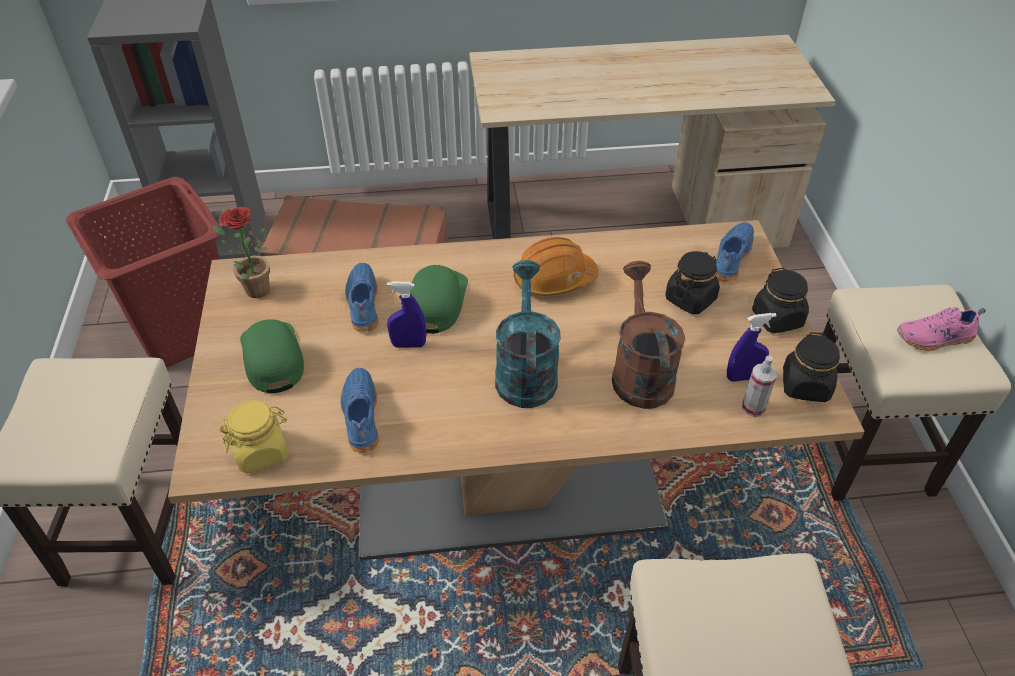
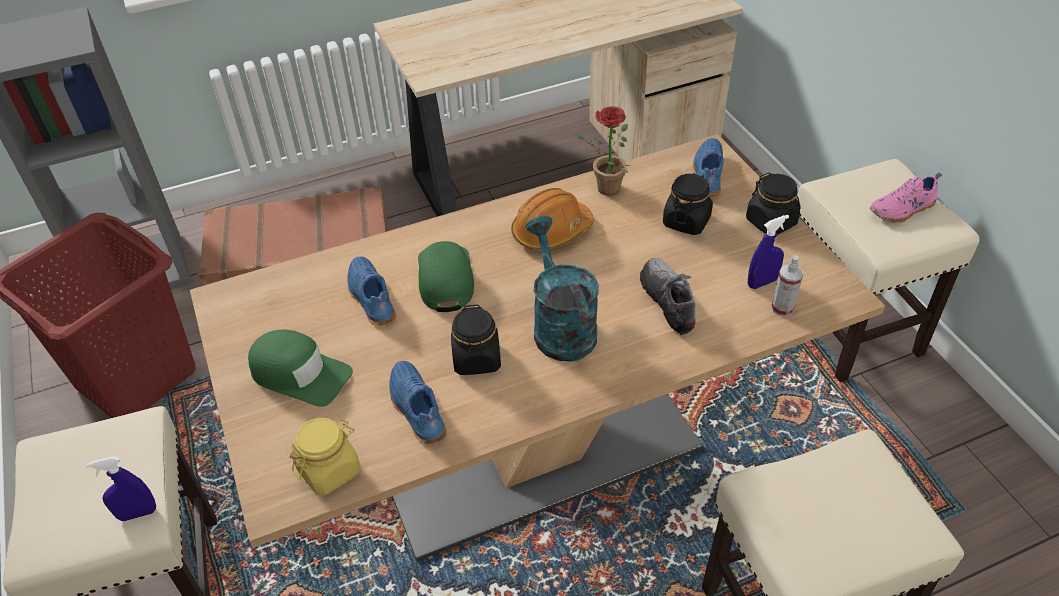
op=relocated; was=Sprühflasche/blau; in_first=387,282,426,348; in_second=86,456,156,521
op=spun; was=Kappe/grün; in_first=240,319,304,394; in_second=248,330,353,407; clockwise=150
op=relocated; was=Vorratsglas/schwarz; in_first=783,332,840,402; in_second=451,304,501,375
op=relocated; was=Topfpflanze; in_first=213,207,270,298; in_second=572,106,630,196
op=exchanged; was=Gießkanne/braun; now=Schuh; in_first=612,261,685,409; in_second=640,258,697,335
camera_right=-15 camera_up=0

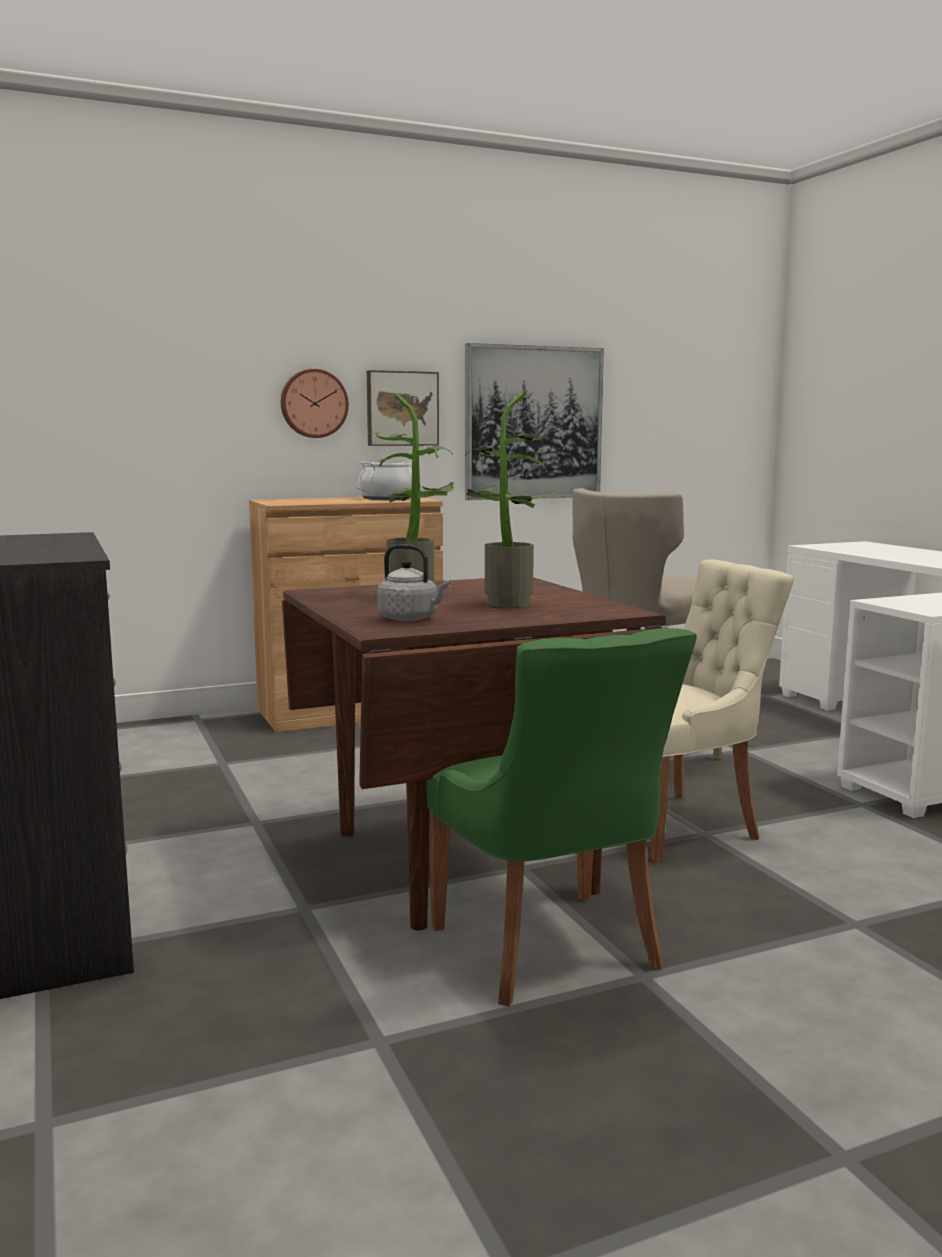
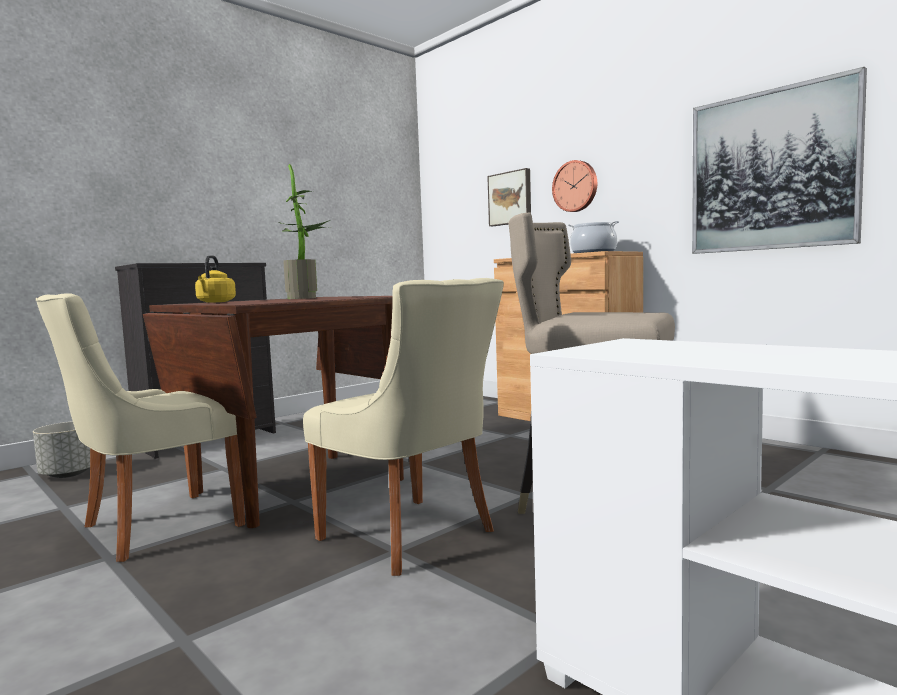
op=appeared; now=Pflanzkübel/grau; in_second=33,421,90,478
op=colour; was=Stuhl/grün; now=Stuhl/beige; in_first=426,628,697,1007; in_second=36,293,245,562
op=colour; was=Wasserkessel/grau; now=Wasserkessel/gelb; in_first=377,544,450,621; in_second=195,255,236,303
op=relocated; was=Bild; in_first=367,370,439,446; in_second=487,168,531,226
op=missing; was=Topfpflanze; in_first=465,392,566,607
camera_right=70 camera_up=-5

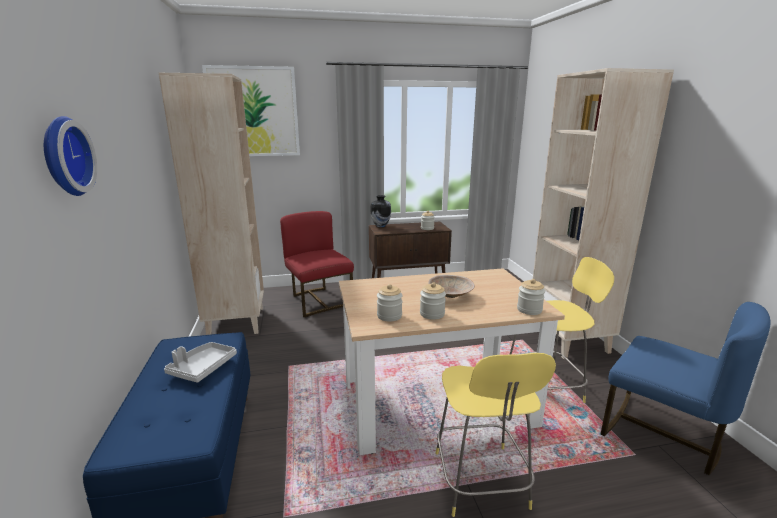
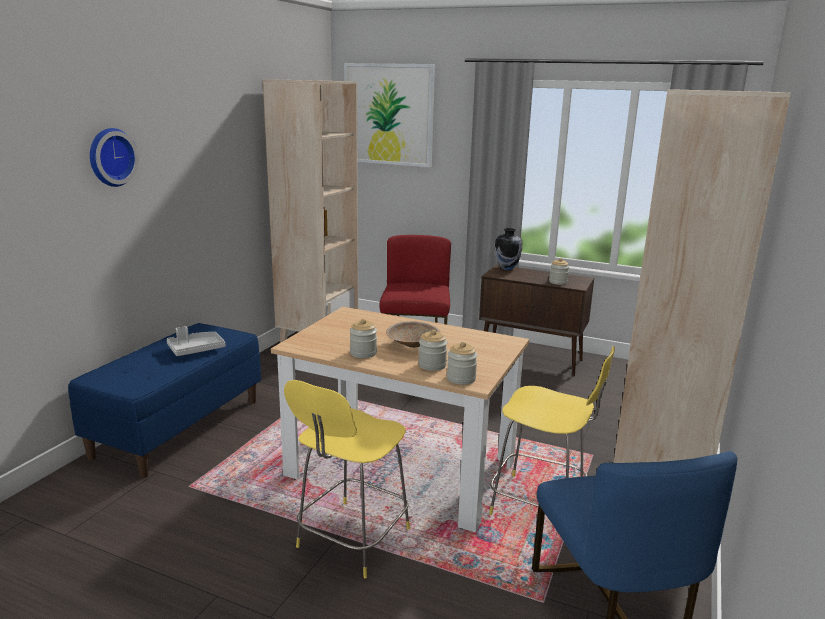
op=relocated; was=Vorratsglas; in_first=377,284,403,322; in_second=418,330,447,371
camera_right=35 camera_up=0

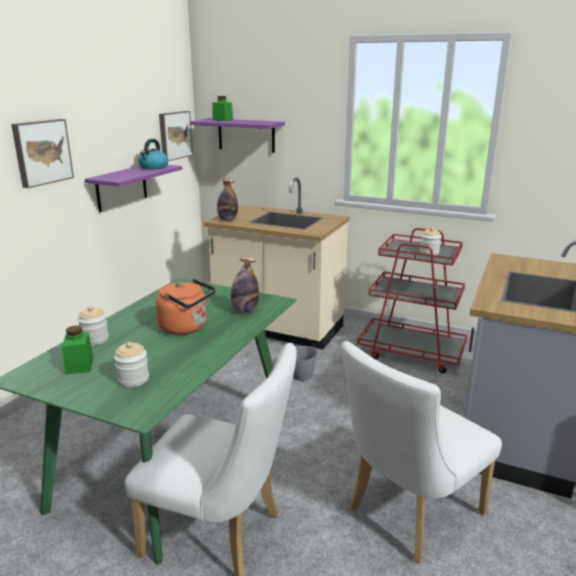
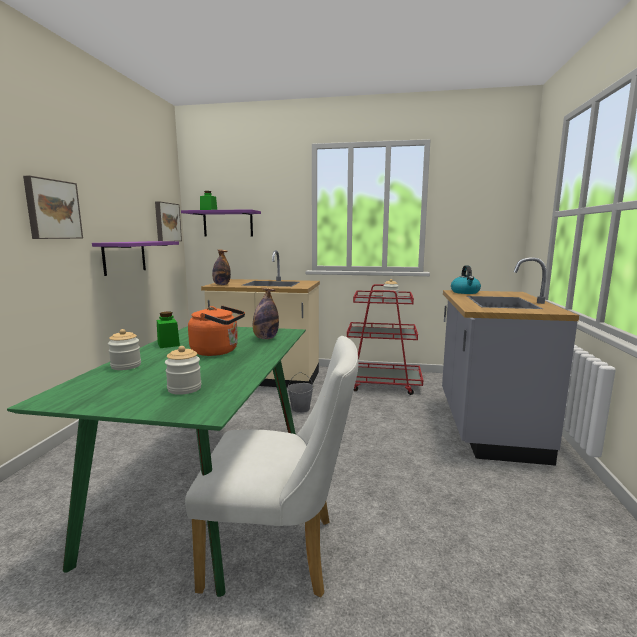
op=relocated; was=Vorratsglas/grün; in_first=62,326,93,375; in_second=157,312,180,348
op=relocated; was=Wasserkessel; in_first=138,139,168,169; in_second=451,265,481,294
op=missing; was=Stuhl/weiß; in_first=341,341,502,563
camera_right=-15 camera_up=-10

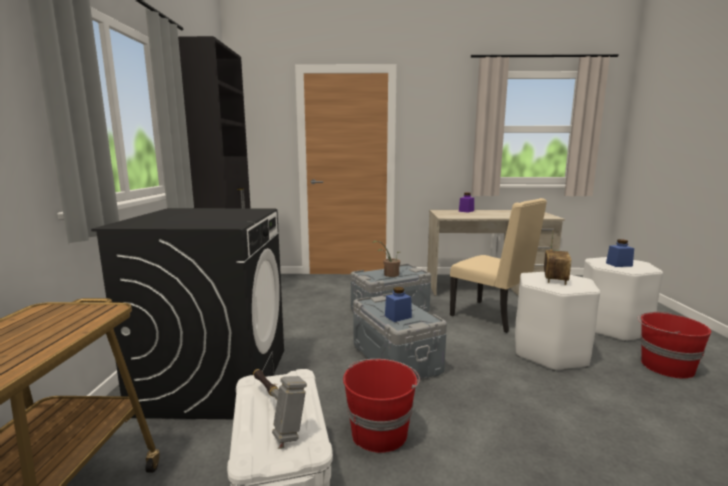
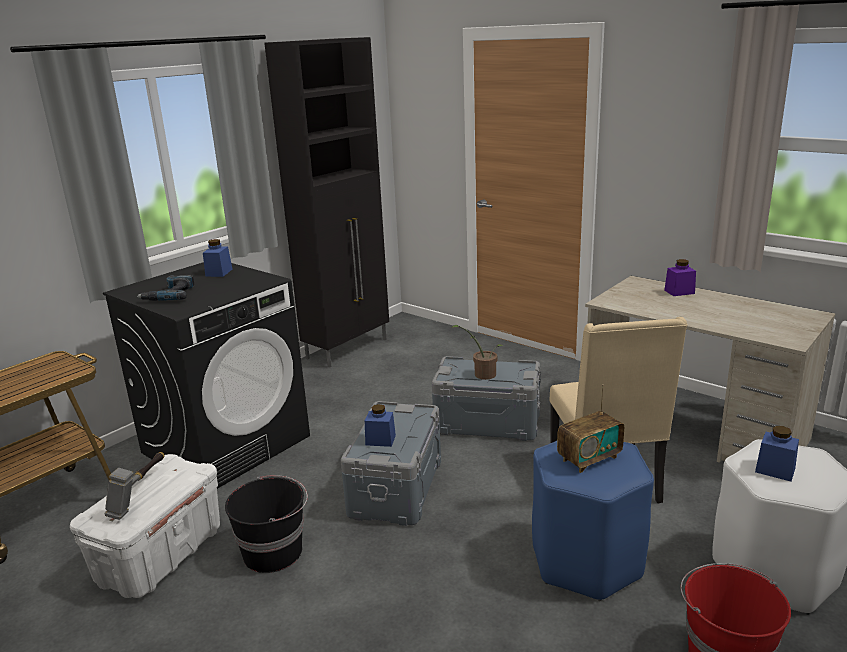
op=appeared; now=Bohrmaschine; in_second=137,275,195,301
op=appeared; now=Vorratsglas/blau; in_second=203,239,232,277
op=colour; was=Eimer/rot; now=Eimer/schwarz; in_first=343,359,420,453; in_second=225,475,308,573
op=colour; was=Hocker/weiß; now=Hocker/blau; in_first=515,272,600,371; in_second=532,441,654,601
camera_right=40 camera_up=10

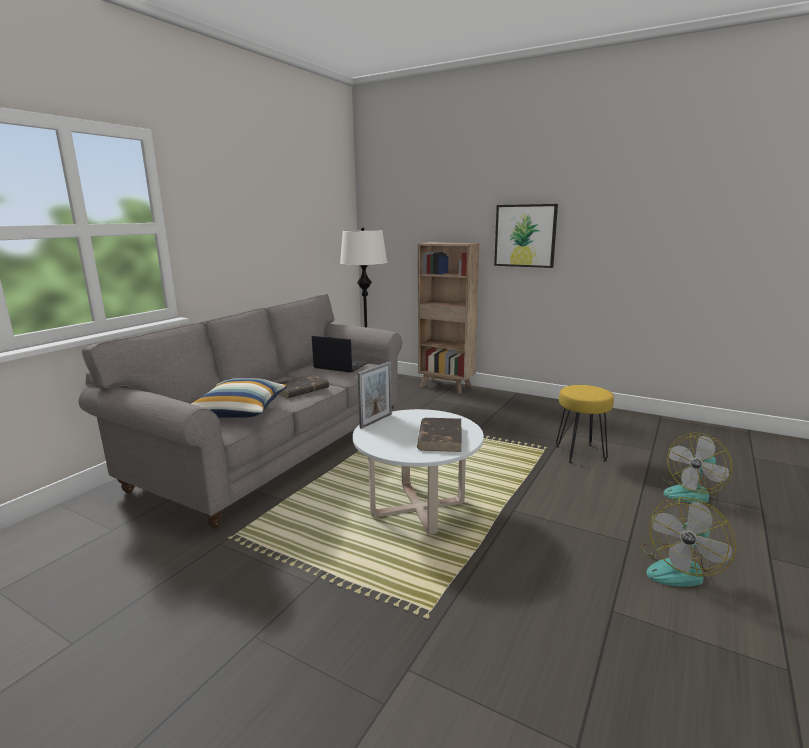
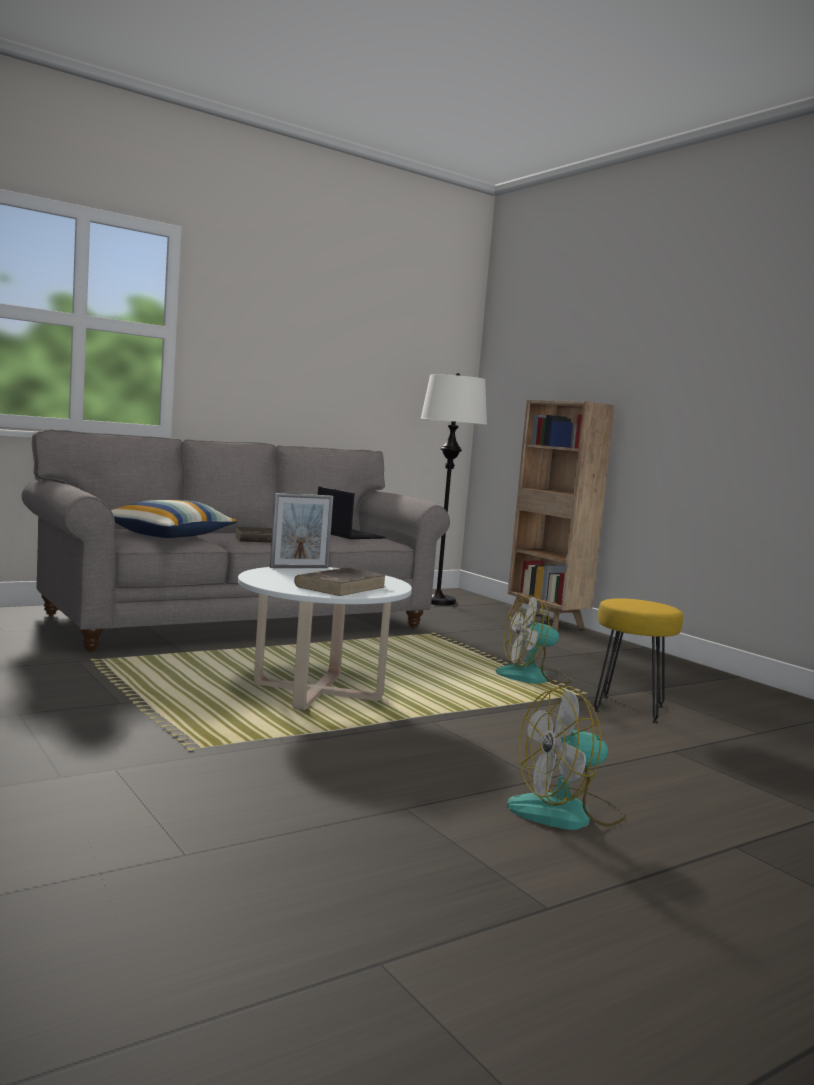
op=relocated; was=Ventilator; in_first=662,433,733,503; in_second=496,595,572,684
op=missing; was=Bild; in_first=494,204,558,268
camera_right=25 camera_up=-10

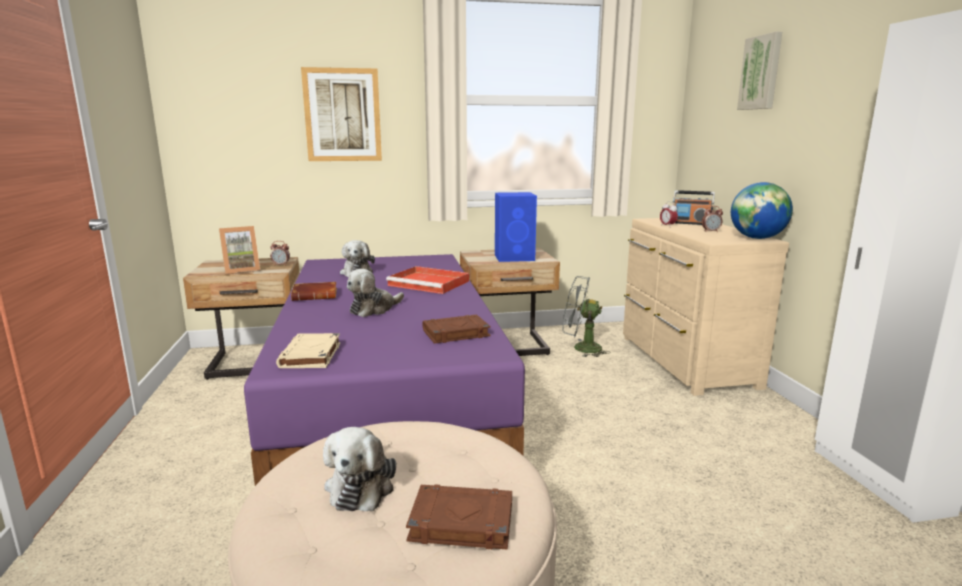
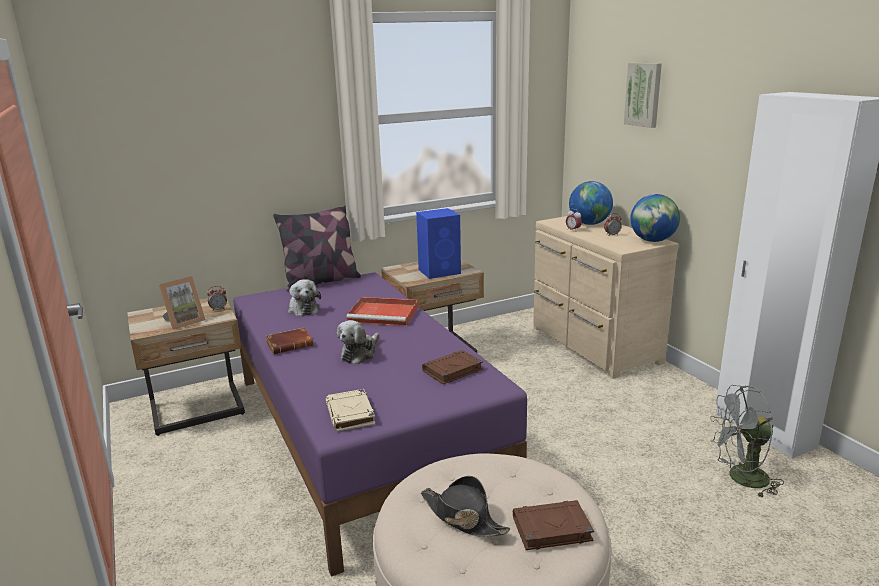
op=appeared; now=Kissen; in_second=273,205,361,291
op=exchanged; was=Plüschtier; now=Hut/schwarz; in_first=323,427,396,511; in_second=421,476,510,537
op=exchanged; was=Radio; now=Globus; in_first=673,190,715,225; in_second=569,181,613,225
op=relocated; was=Ventilator/grau; in_first=562,276,611,357; in_second=710,385,784,497
op=missing; was=Bild; in_first=301,67,382,161
camera_right=-15 camera_up=5

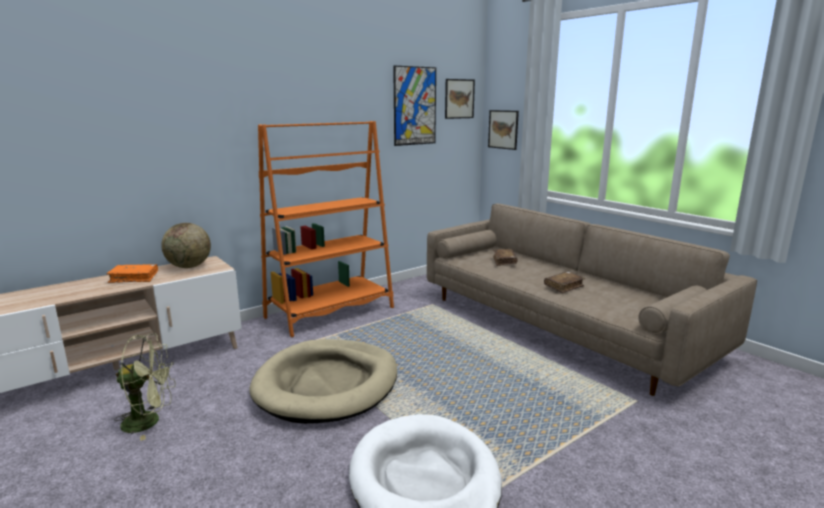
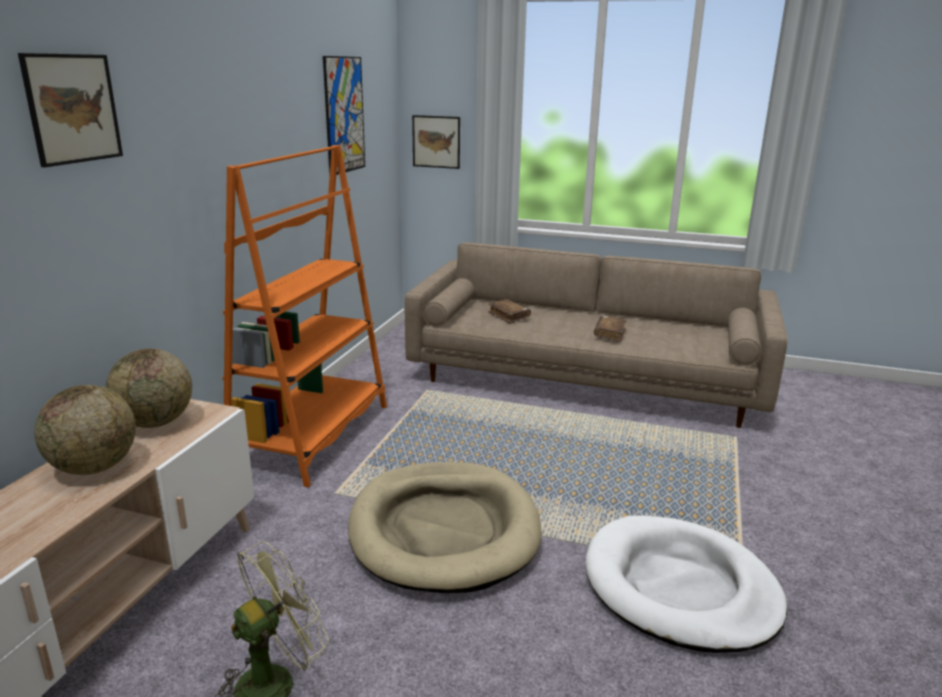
op=relocated; was=Bild; in_first=445,79,475,119; in_second=18,53,123,167
op=exchanged; was=Buch/orange; now=Globus; in_first=106,264,158,283; in_second=34,385,136,475
camera_right=-35 camera_up=5

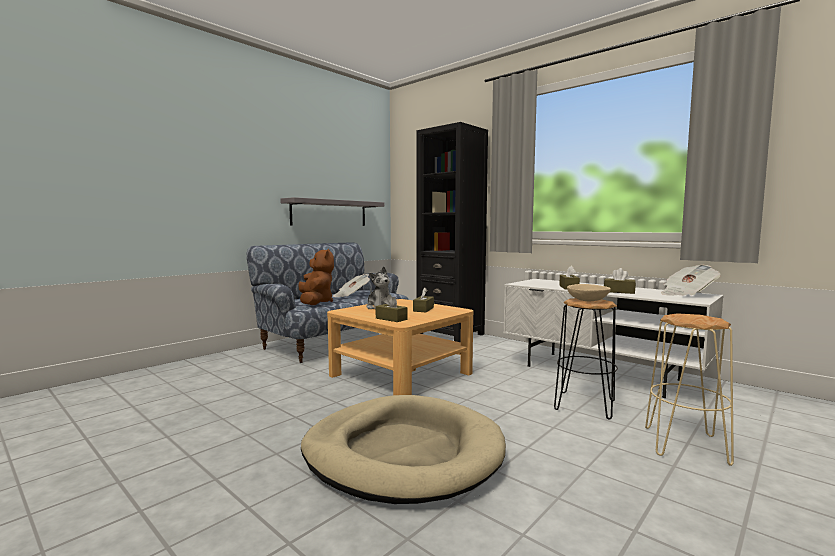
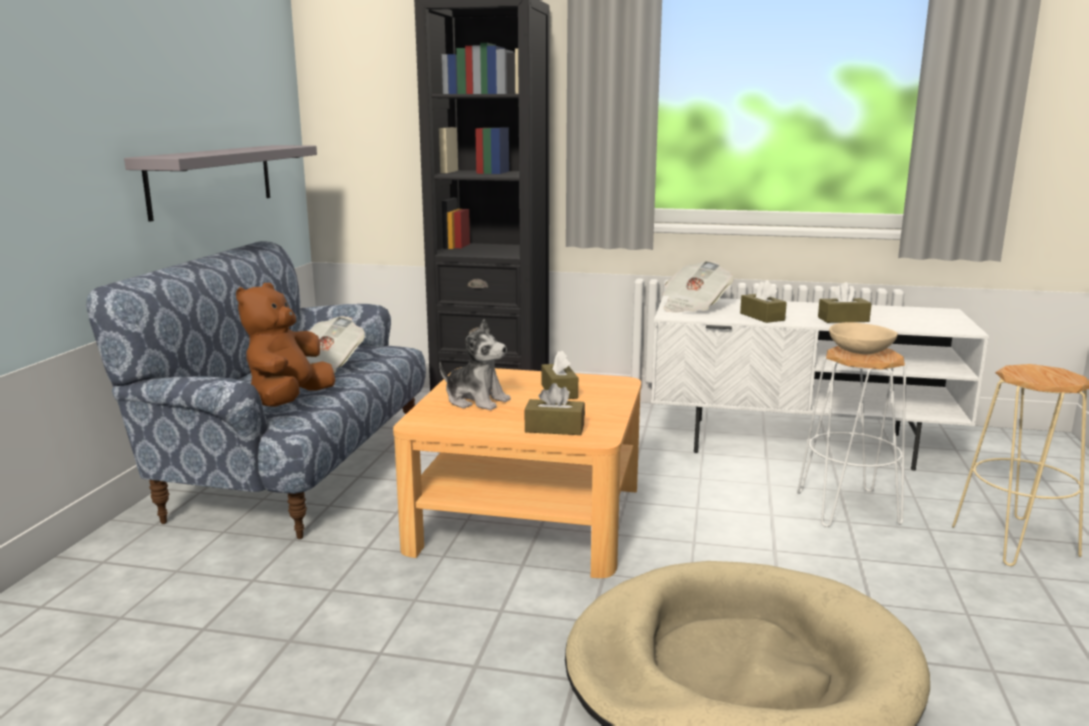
op=spun; was=Plüschtier/braun; in_first=298,249,334,305; in_second=236,283,335,407; clockwise=-120
op=relocated; was=Zeitung; in_first=661,265,721,296; in_second=663,261,734,313
op=colour; was=Hocker/schwarz; now=Hocker/weiß; in_first=554,298,618,420; in_second=797,346,906,527
camera_right=-30 camera_up=10

